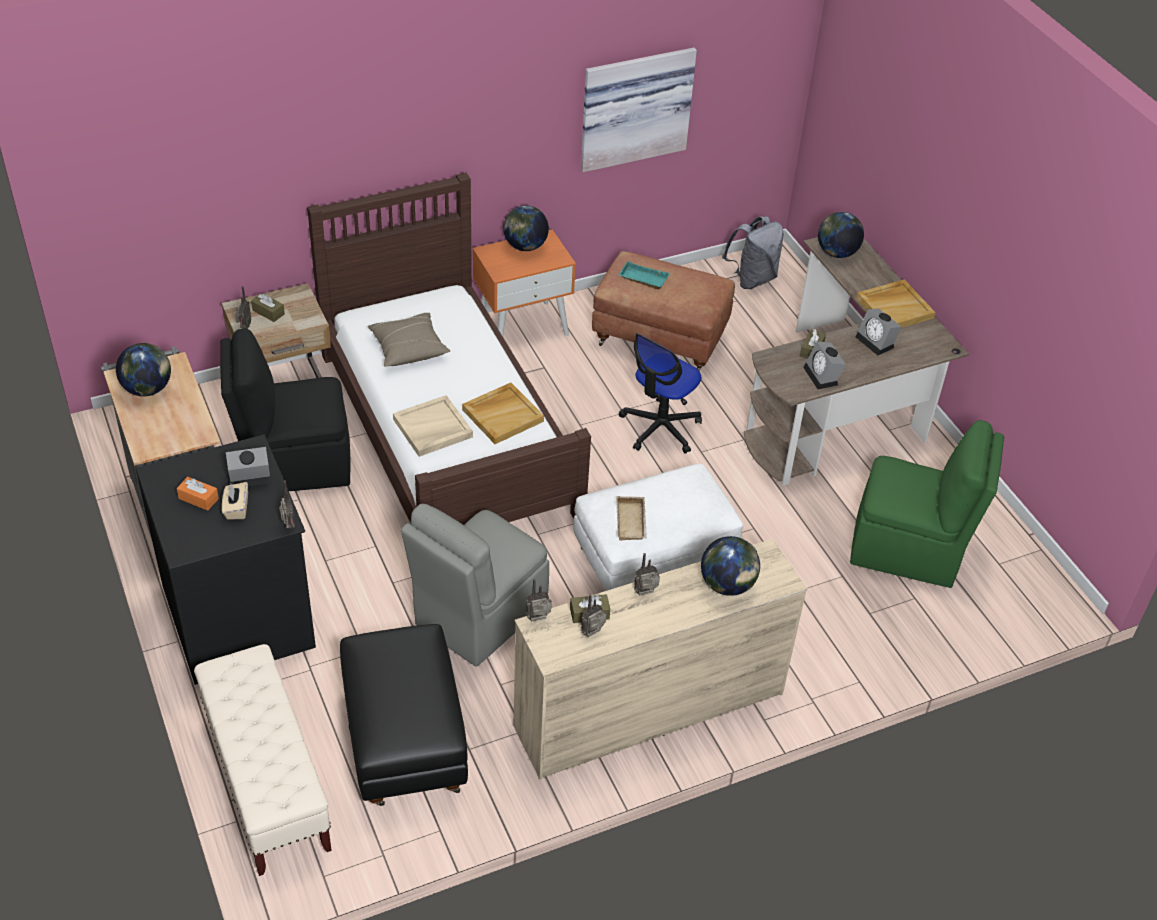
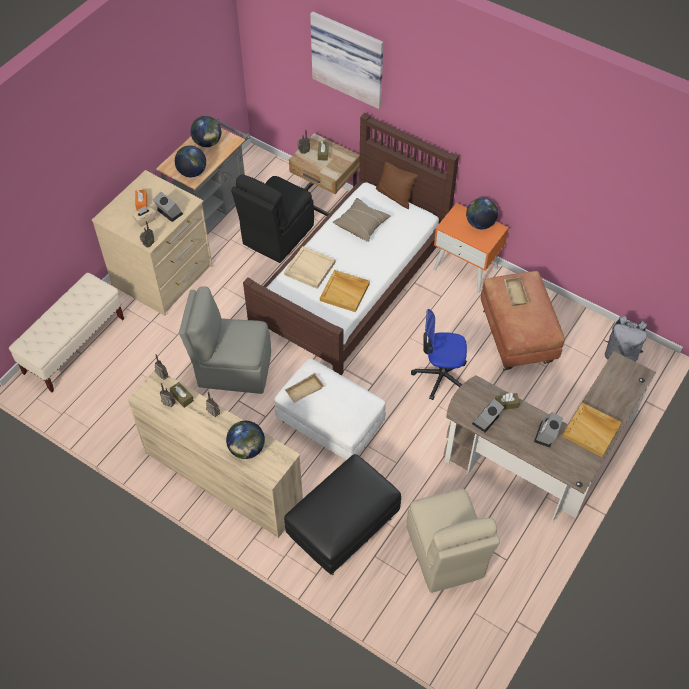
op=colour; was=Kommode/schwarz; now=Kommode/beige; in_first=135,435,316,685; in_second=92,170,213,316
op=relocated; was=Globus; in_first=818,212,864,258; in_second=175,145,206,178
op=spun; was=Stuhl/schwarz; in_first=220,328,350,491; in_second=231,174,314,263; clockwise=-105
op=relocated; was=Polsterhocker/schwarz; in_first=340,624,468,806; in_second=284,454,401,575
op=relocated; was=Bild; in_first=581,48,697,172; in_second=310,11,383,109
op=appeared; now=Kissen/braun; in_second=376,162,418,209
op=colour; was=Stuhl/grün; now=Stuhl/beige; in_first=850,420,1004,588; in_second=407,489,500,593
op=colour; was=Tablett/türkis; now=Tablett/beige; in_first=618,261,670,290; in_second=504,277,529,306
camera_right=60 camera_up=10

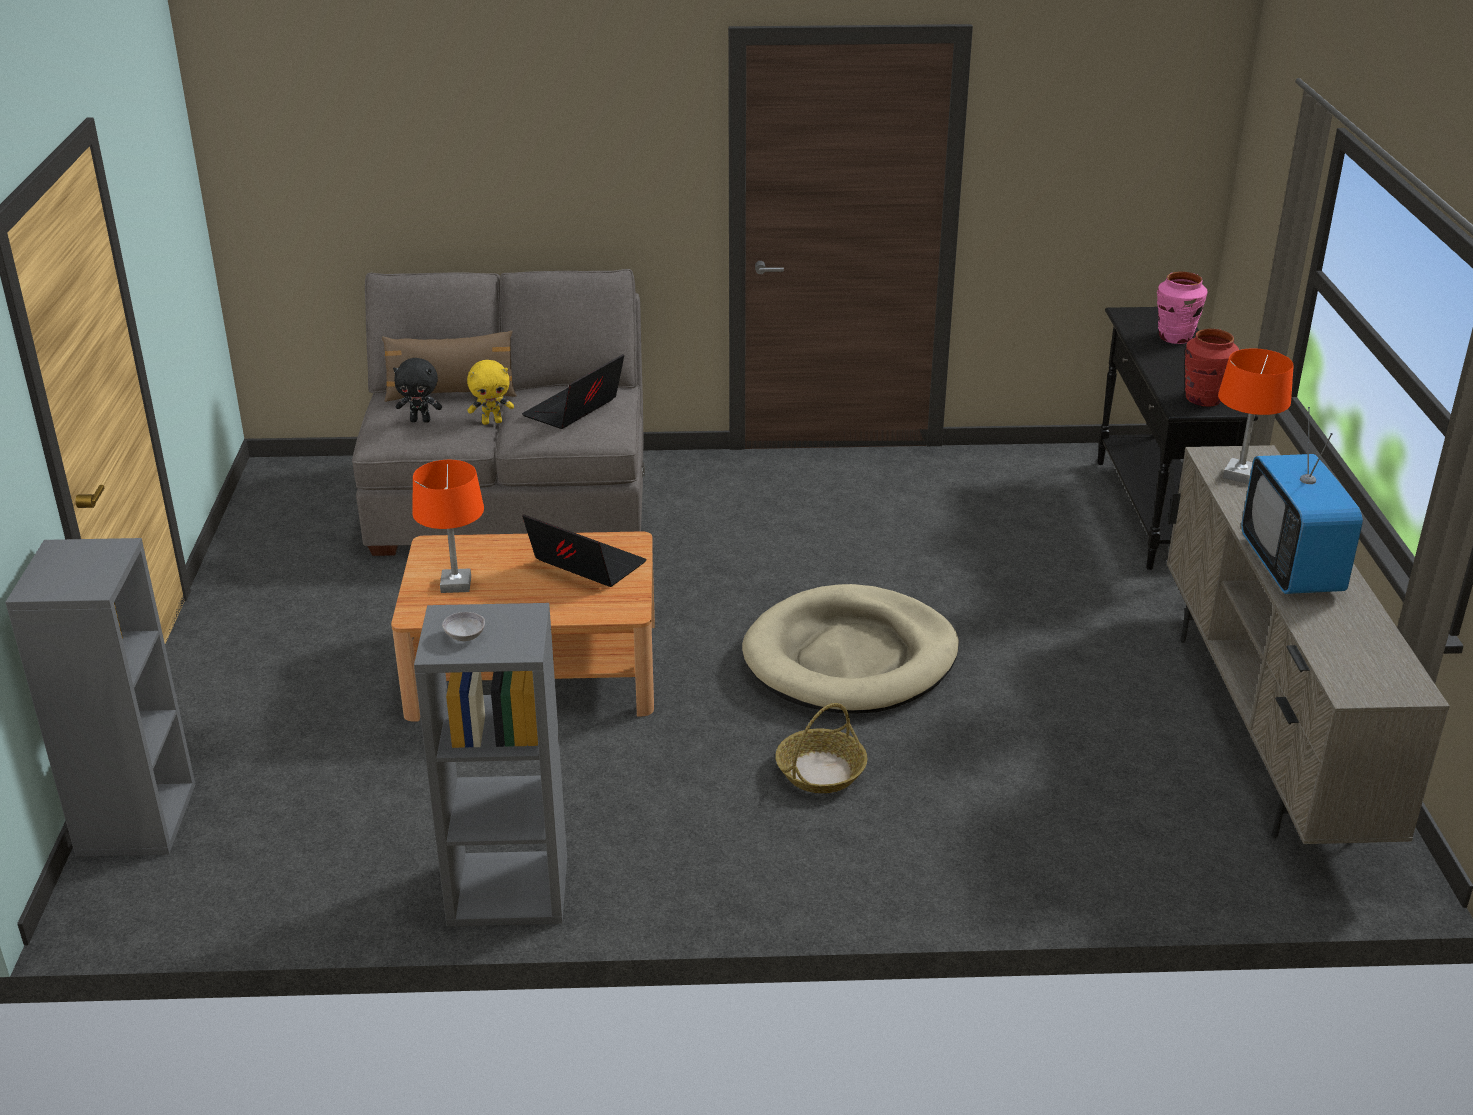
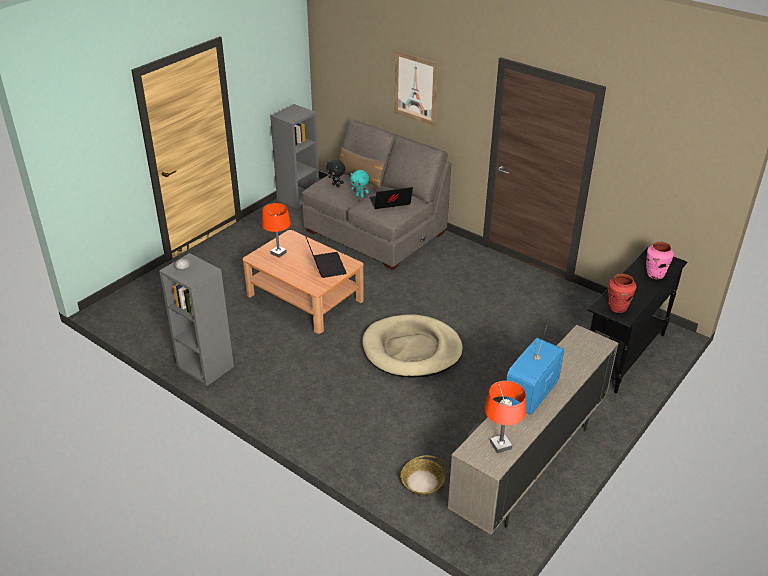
op=relocated; was=Bücherregal/grau; in_first=5,538,196,857; in_second=270,104,319,209
op=colour; was=Plüschtier/gelb; now=Plüschtier/türkis; in_first=467,360,514,425; in_second=350,170,369,198
op=appeared; now=Bild; in_second=394,51,438,126
op=relocated; was=Korb; in_first=775,703,867,793; in_second=400,455,445,495
op=relocated; was=Tischlampe/orange; in_first=1218,348,1294,484; in_second=485,381,526,453
camera_right=40 camera_up=5

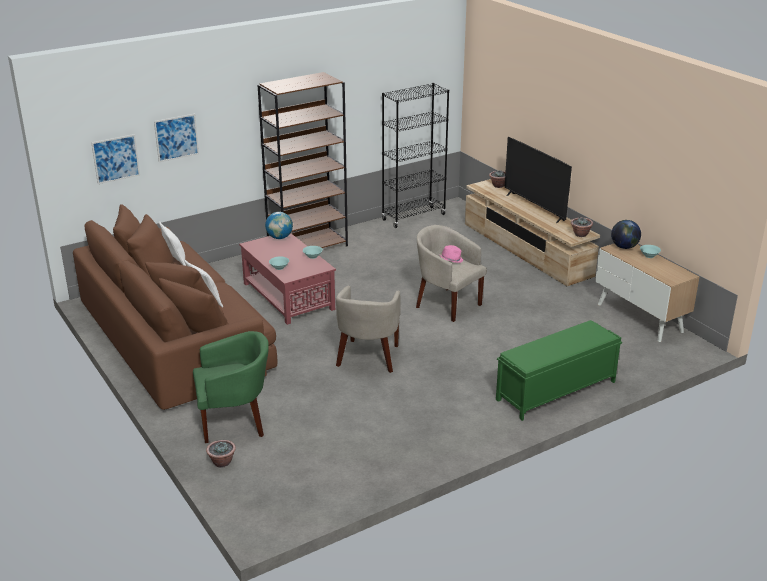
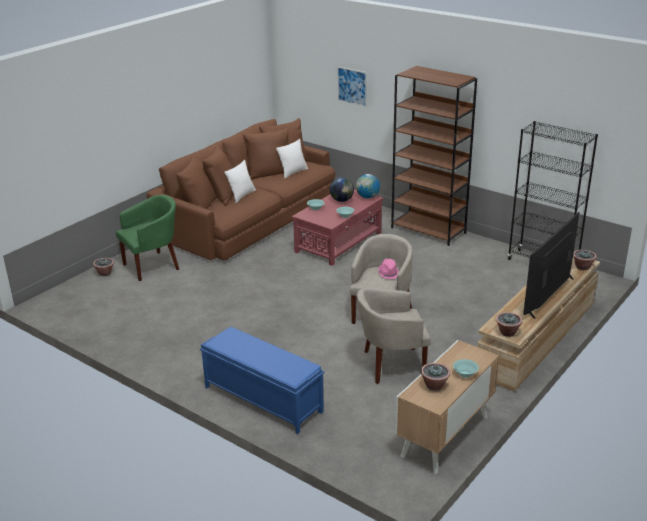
op=spun; was=Sessel/grün; in_first=193,331,269,443; in_second=116,195,179,281; clockwise=-90
op=colour; was=Bank/grün; now=Bank/blau; in_first=496,320,622,421; in_second=200,327,324,434
op=relocated; was=Globus; in_first=611,220,641,249; in_second=330,177,354,202
op=relocated; was=Sessel/beige; in_first=336,286,401,373; in_second=357,288,431,384
op=appeared; now=Topfpflanze; in_second=421,363,451,391
op=missing; was=Bild; in_first=91,134,140,184
camera_right=70 camera_up=0

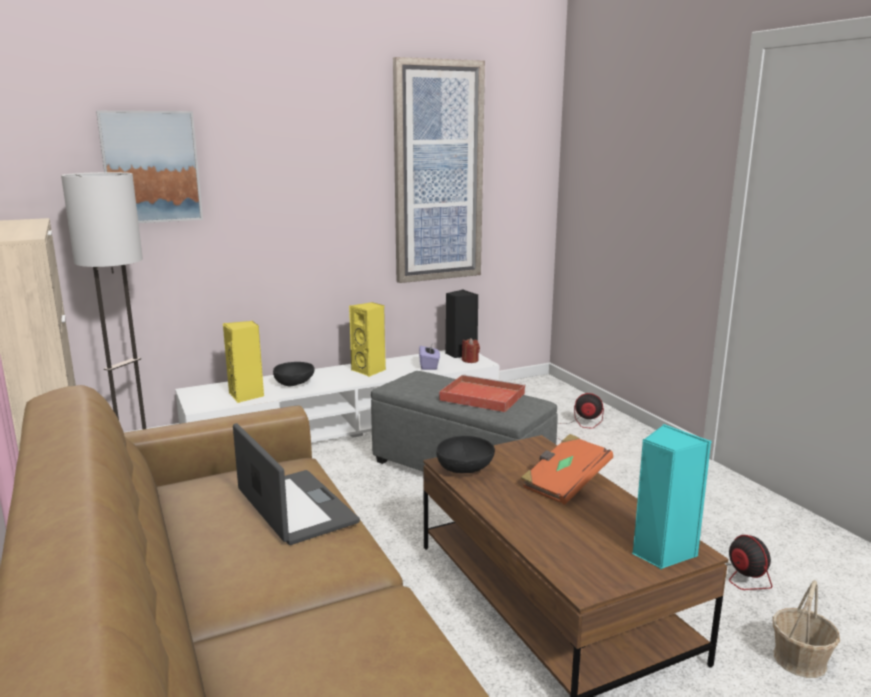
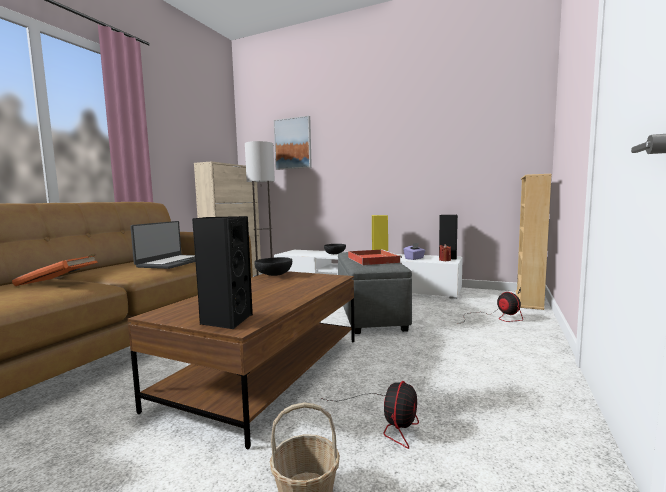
op=relocated; was=Buch/orange; in_first=520,434,613,505; in_second=12,254,98,286
op=colour; was=Lautsprecher/türkis; now=Lautsprecher/schwarz; in_first=632,424,712,569; in_second=192,216,253,329
op=appeared; now=Bücherregal/beige; in_second=516,174,552,310
op=missing; was=Lautsprecher/gelb; in_first=223,321,264,403
op=missing; was=Bild; in_first=393,57,485,283
camera_right=50 camera_up=-10

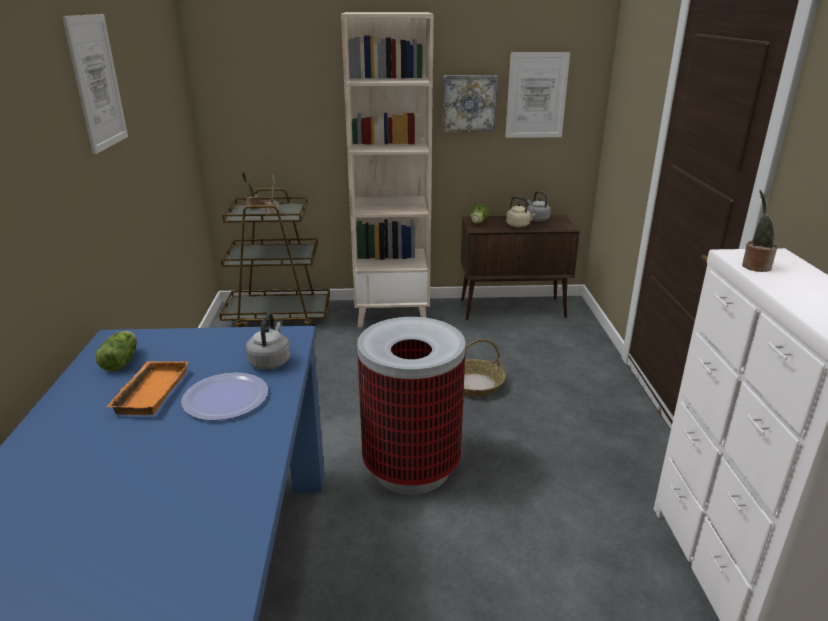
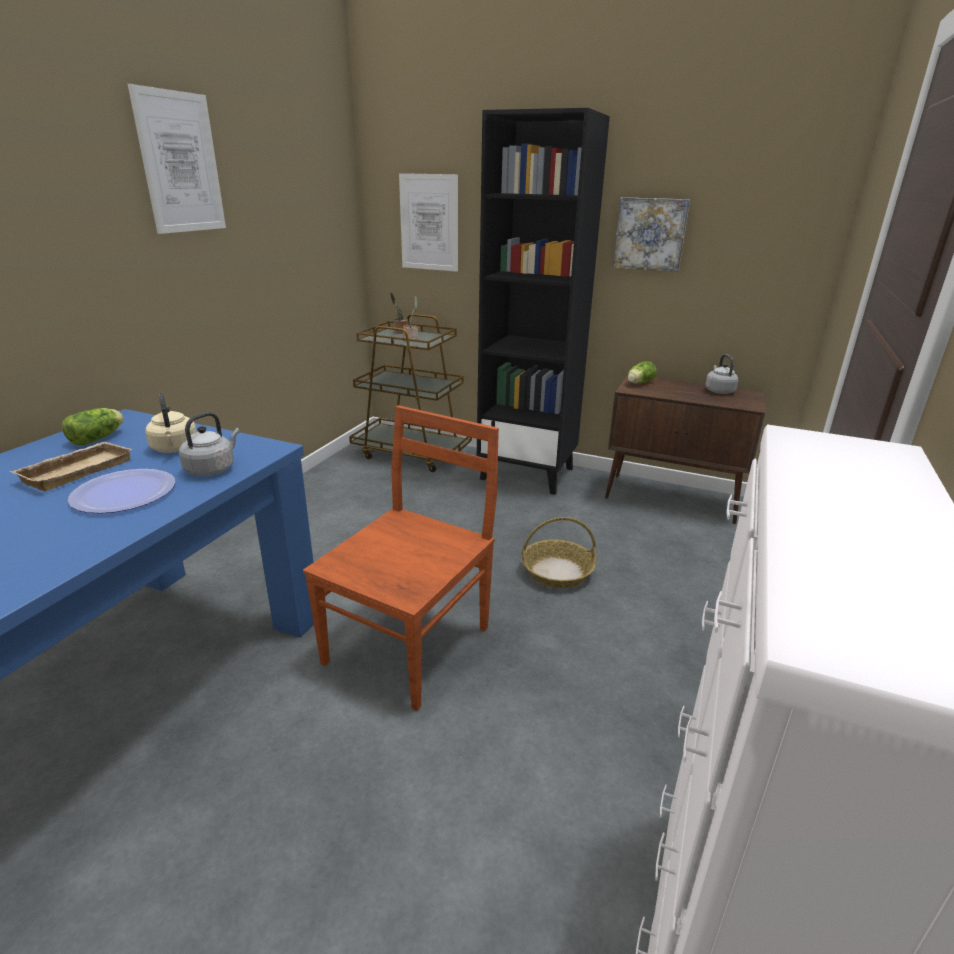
op=colour; was=Tablett/orange; now=Tablett/beige; in_first=106,361,188,415; in_second=9,442,133,491
op=relocated; was=Wasserkessel/beige; in_first=506,196,535,227; in_second=145,393,197,453
op=exchanged; was=Mülleimer; now=Stuhl/braun; in_first=357,317,466,494; in_second=303,405,499,711
op=relocated; was=Bild; in_first=506,52,570,138; in_second=399,173,458,272
op=colour; was=Bücherregal/beige; now=Bücherregal/schwarz; in_first=341,12,434,327; in_second=477,108,610,495
op=missing; was=Topfpflanze; in_first=742,190,777,272
camera_right=25 camera_up=0

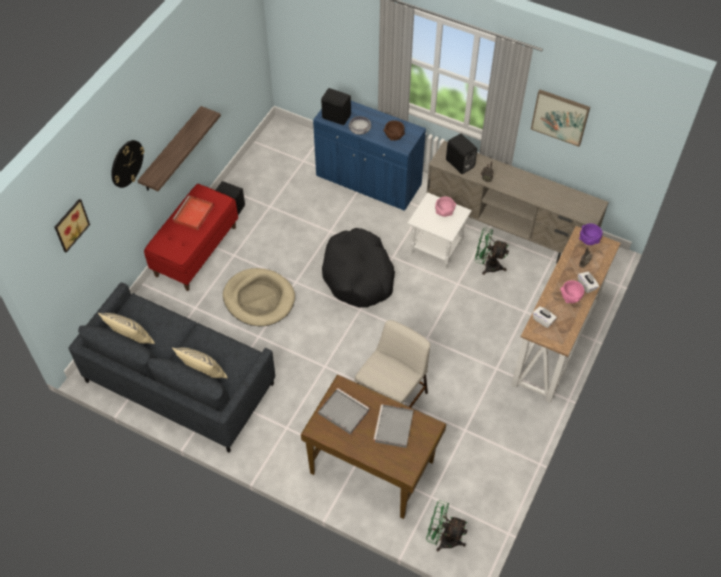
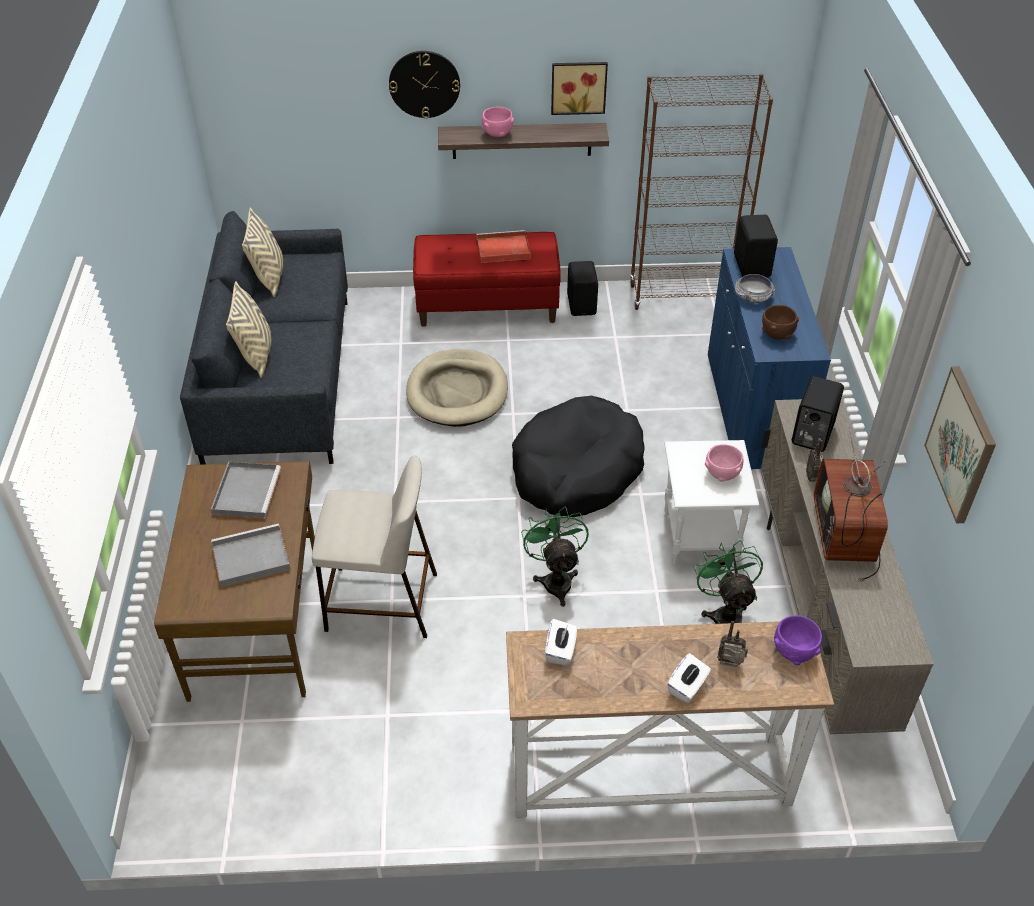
op=relocated; was=Schüssel/rosa; in_first=560,280,584,303; in_second=482,107,514,137
op=relocated; was=Ventilator/grün; in_first=426,500,468,552; in_second=521,506,589,607
op=relocated; was=Bild; in_first=55,199,90,253; in_second=551,62,608,115
op=appeared; now=Bücherregal/braun; in_second=630,74,773,310
op=appeared; now=Fernseher; in_second=814,427,888,582
camera_right=60 camera_up=-10

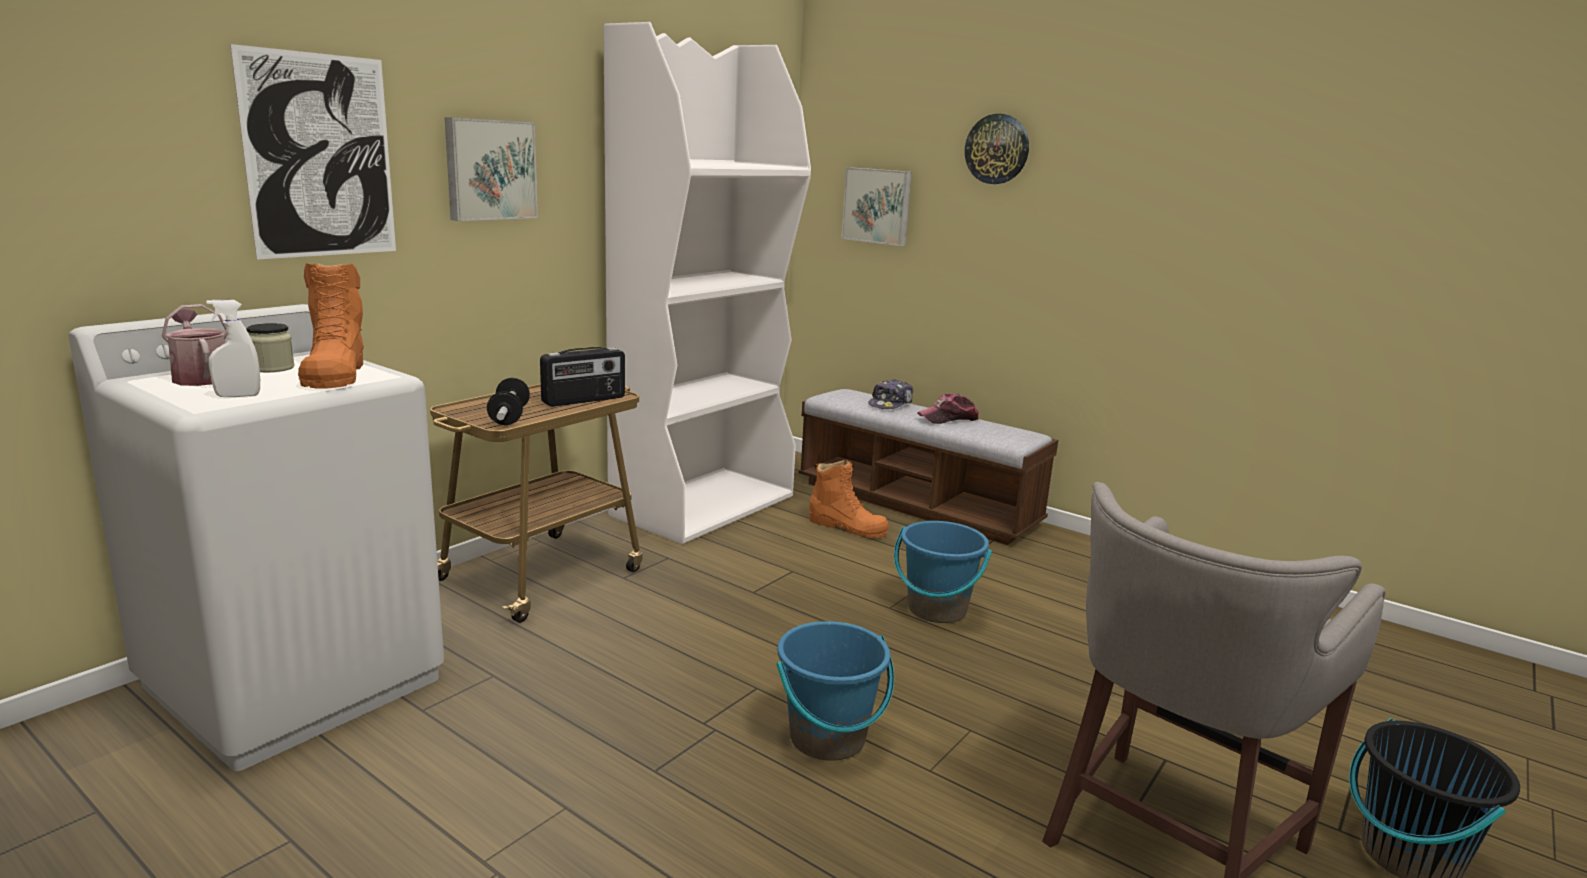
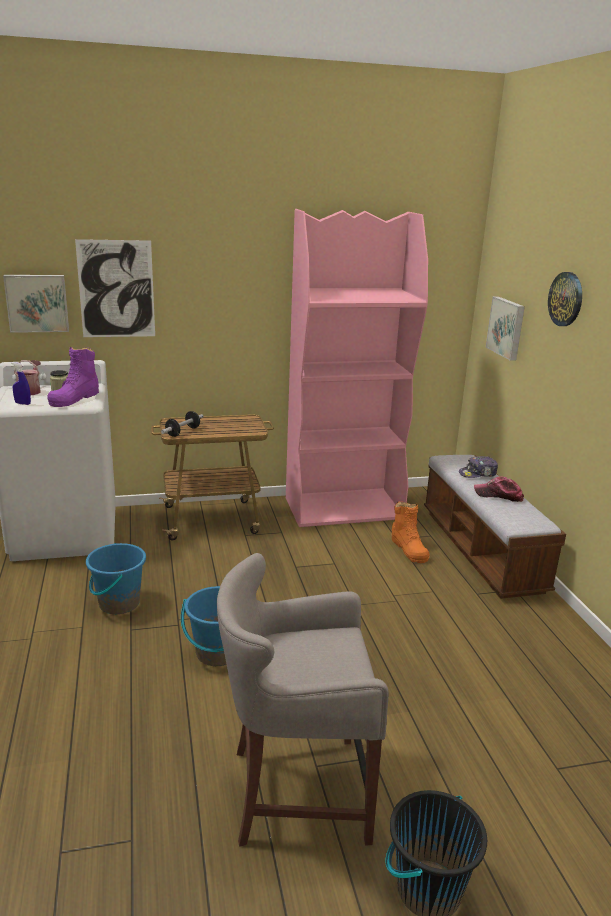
op=relocated; was=Bild; in_first=445,117,538,221; in_second=3,275,69,333
op=colour; was=Sprühflasche/weiß; now=Sprühflasche/blau; in_first=206,300,260,397; in_second=11,362,31,405
op=colour; was=Stiefel/orange; now=Stiefel/lila; in_first=298,263,364,389; in_second=48,347,99,407
op=relocated; was=Eimer/blau; in_first=894,521,992,623; in_second=86,543,146,614
op=colour; was=Bücherregal/weiß; now=Bücherregal/rosa; in_first=603,22,811,544; in_second=286,209,428,527
op=missing; was=Radio; in_first=540,347,625,407
camera_right=40 camera_up=5

